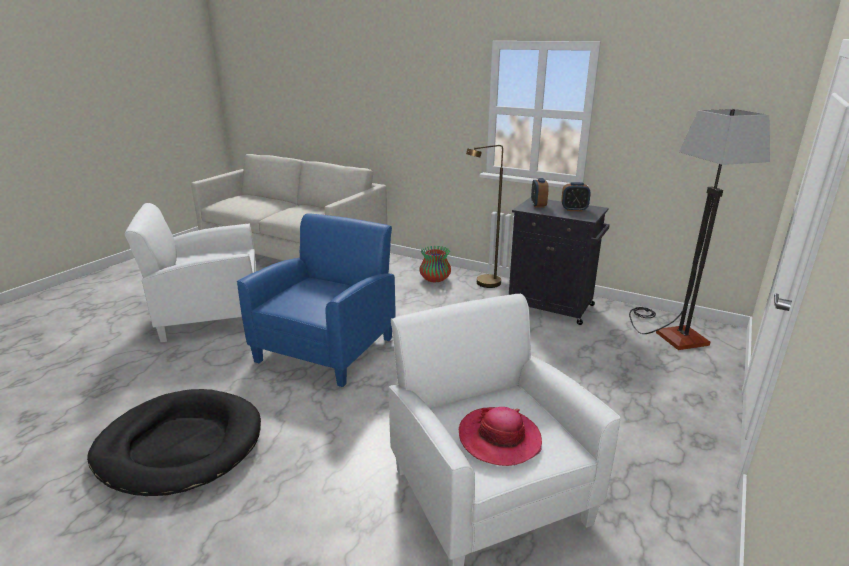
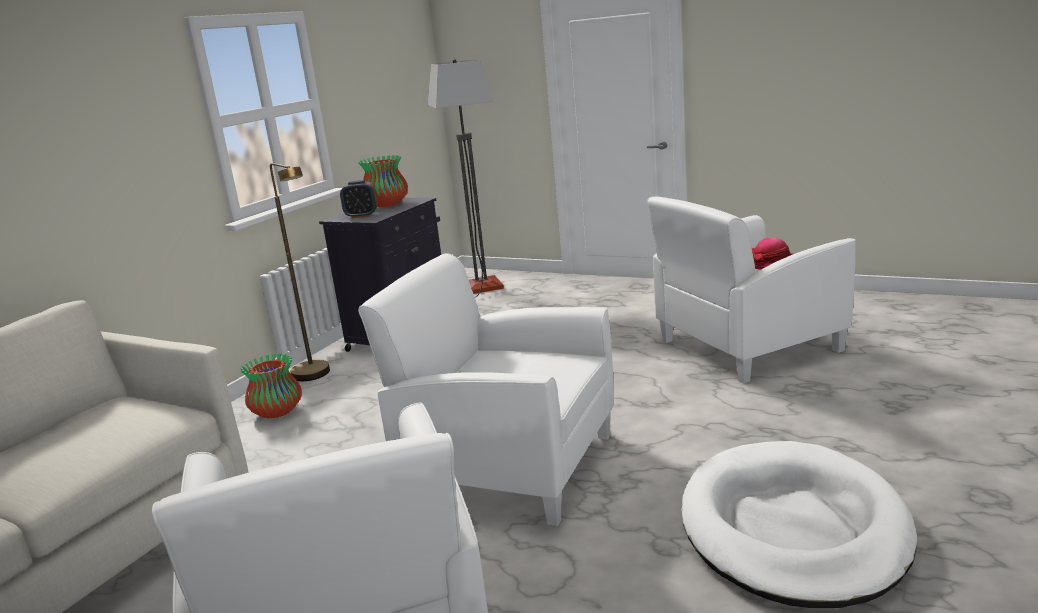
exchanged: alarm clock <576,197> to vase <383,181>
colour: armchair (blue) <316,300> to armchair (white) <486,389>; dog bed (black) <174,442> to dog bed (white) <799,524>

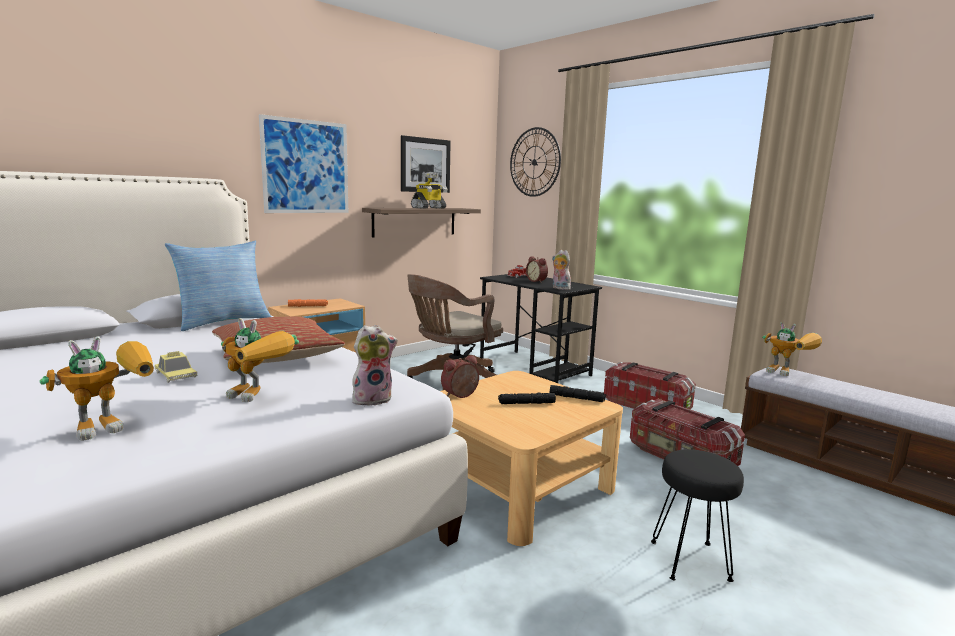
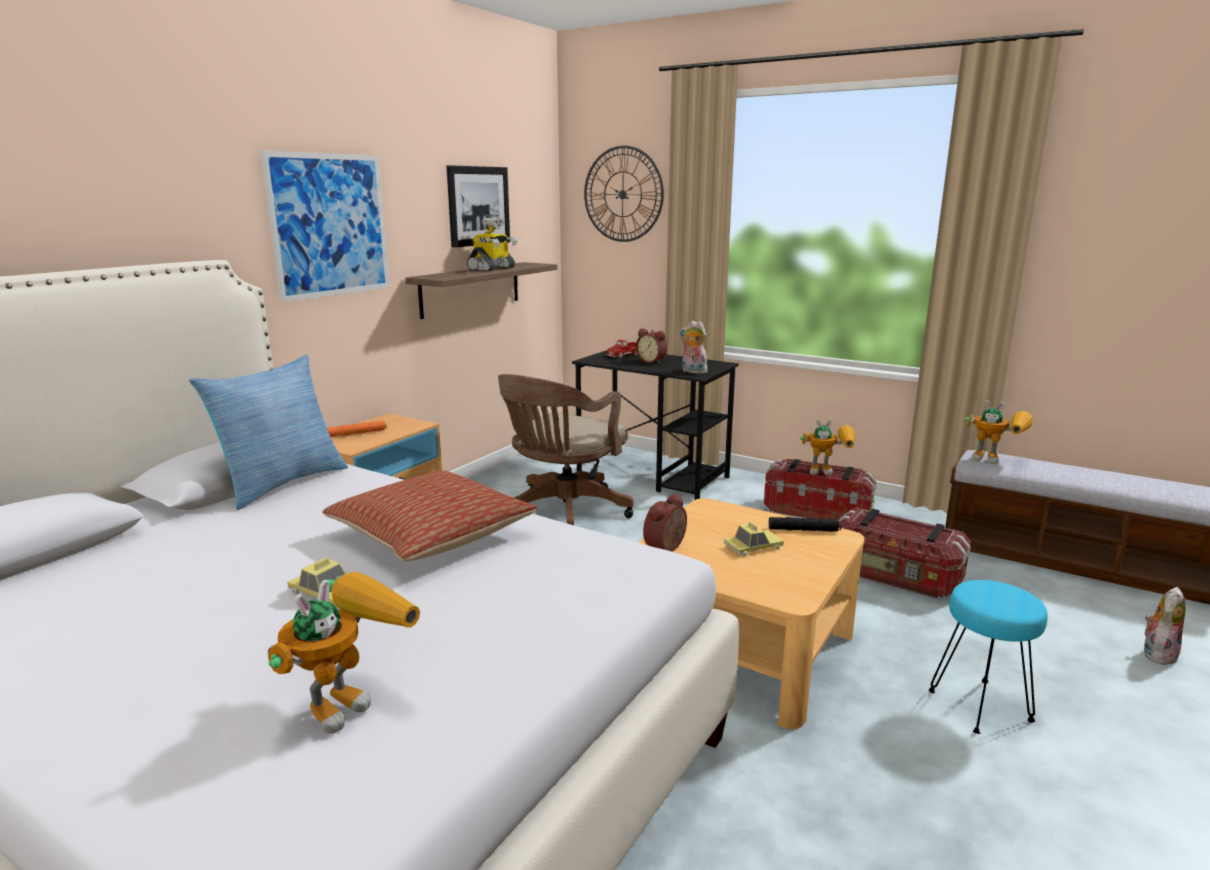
relocated: toy robot <260,360> to <827,447>; plush toy <375,366> to <1165,626>
exchanged: flashlight (black) <527,398> to toy car <754,539>
colour: stool (black) <697,515> to stool (turquoise) <988,657>

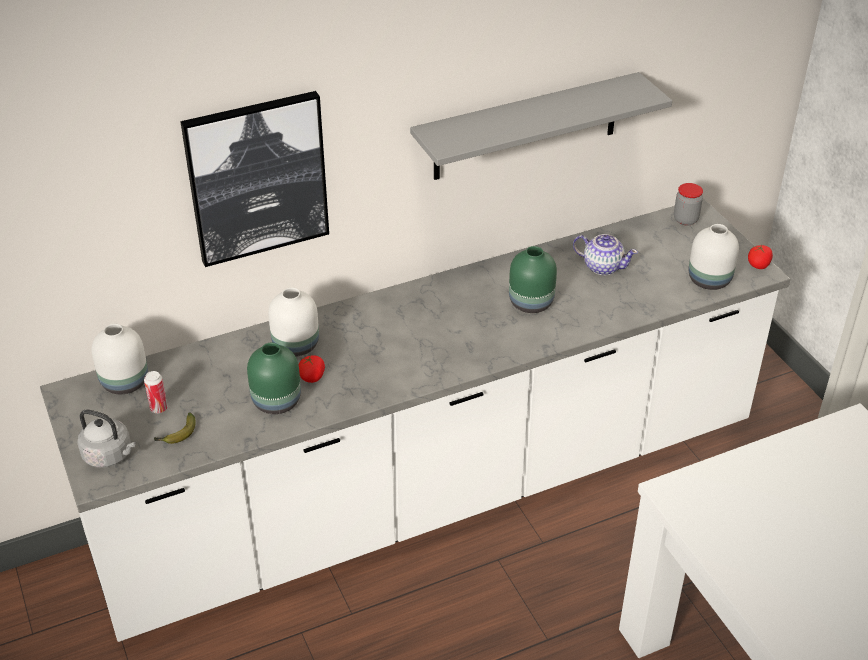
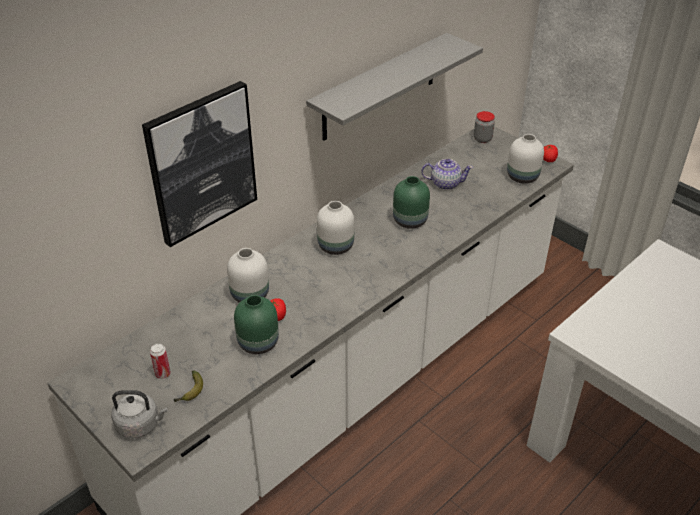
relocated: vase (white) <120,359> to <335,228>

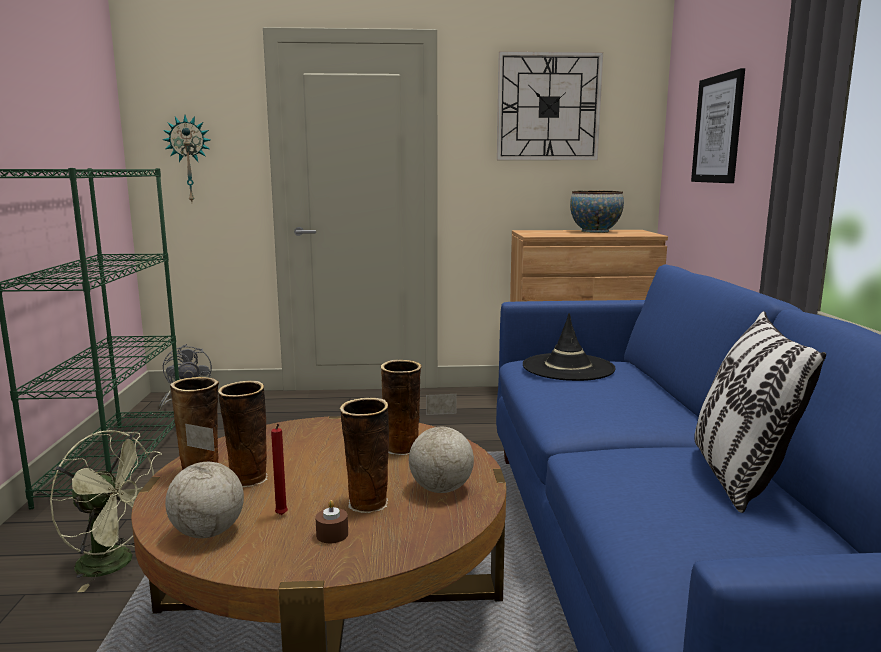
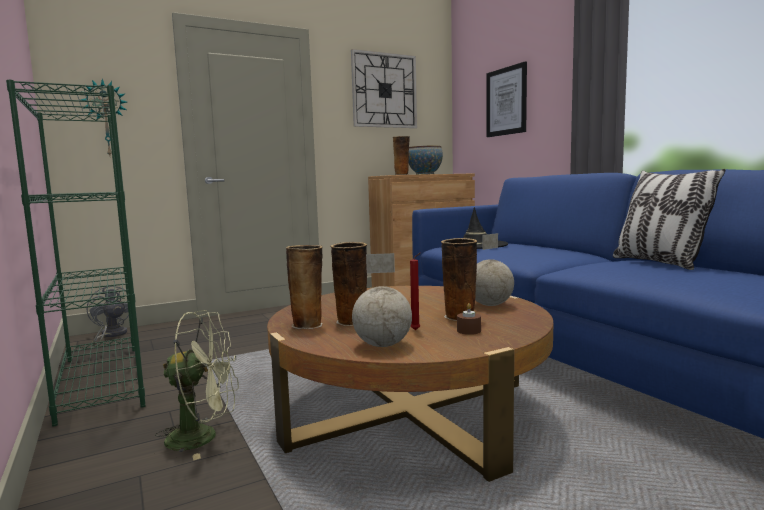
relocated: vase <401,407> to <401,155>

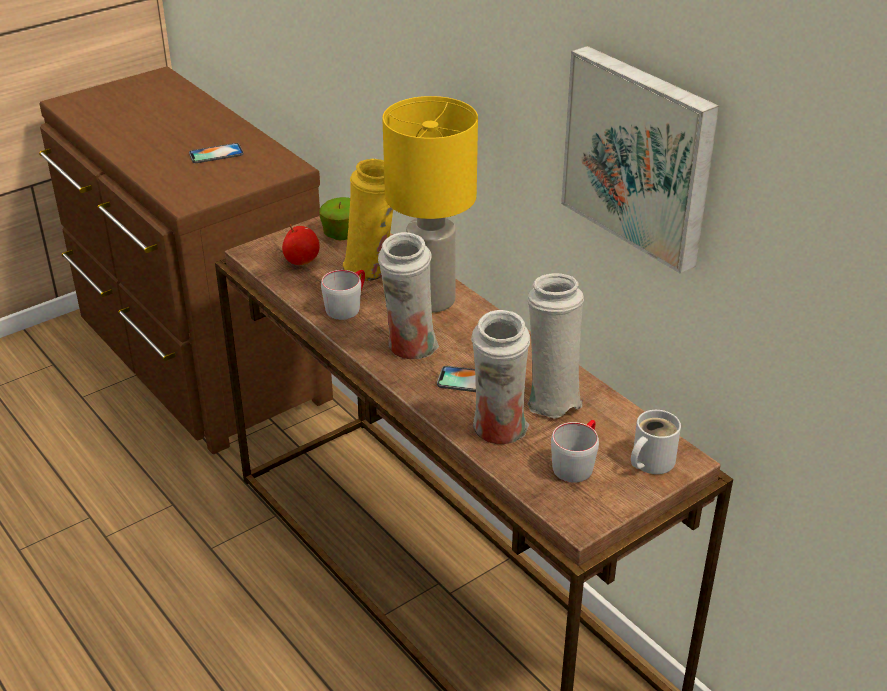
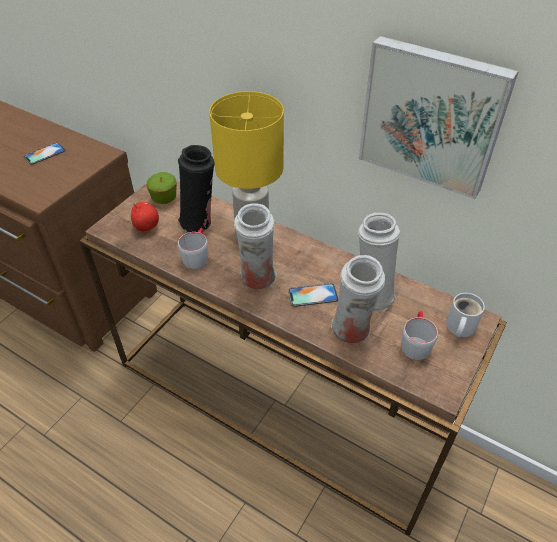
colour: vase (yellow) <368,220> to vase (black) <196,189>

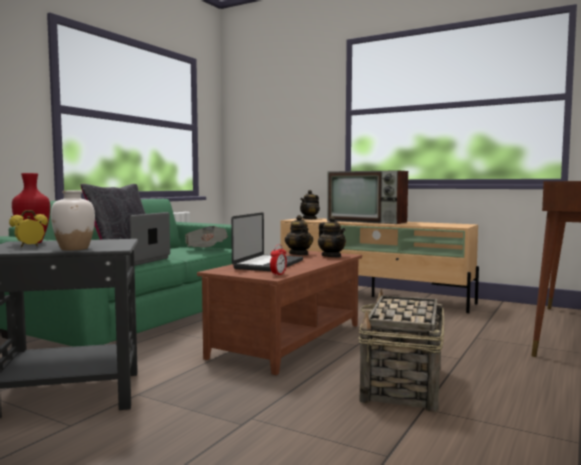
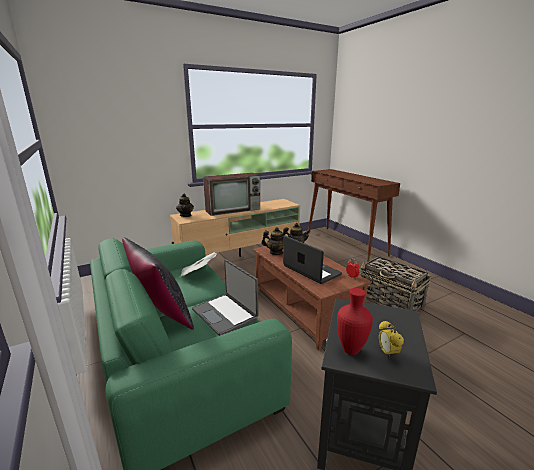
missing: vase (white) <73,220>

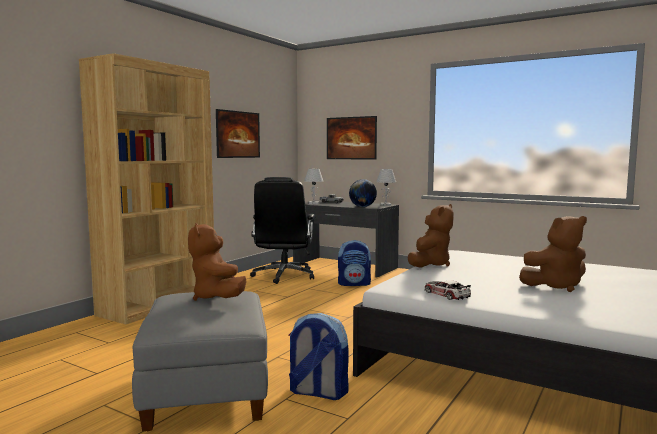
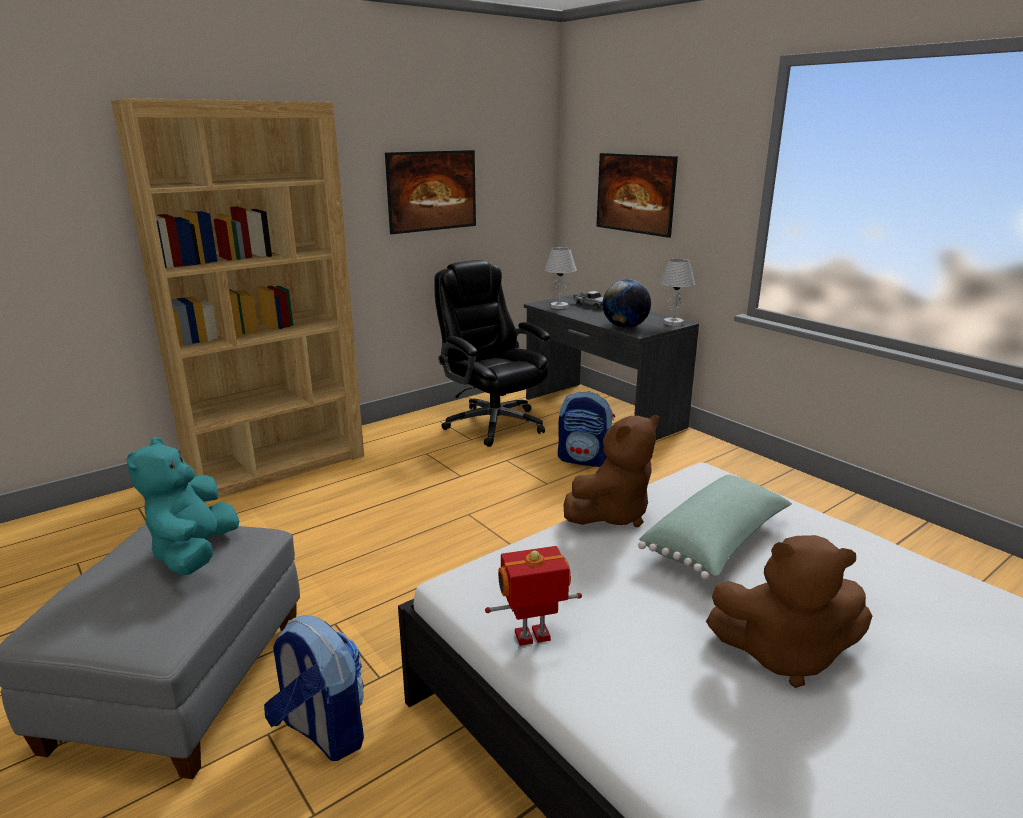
appeared: pillow (green) <715,527>
exchanged: toy car <447,290> to toy robot <533,596>
colour: plush toy (brown) <217,262> to plush toy (turquoise) <182,506>
spun: office chair (black) <283,230> = <492,353> 120 degrees clockwise

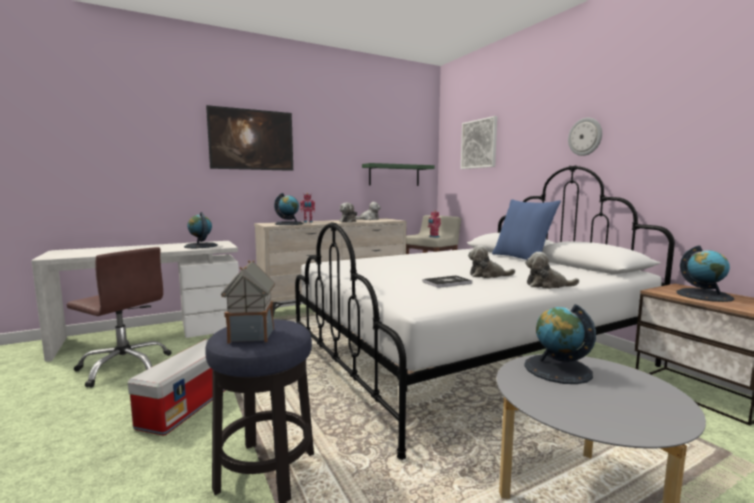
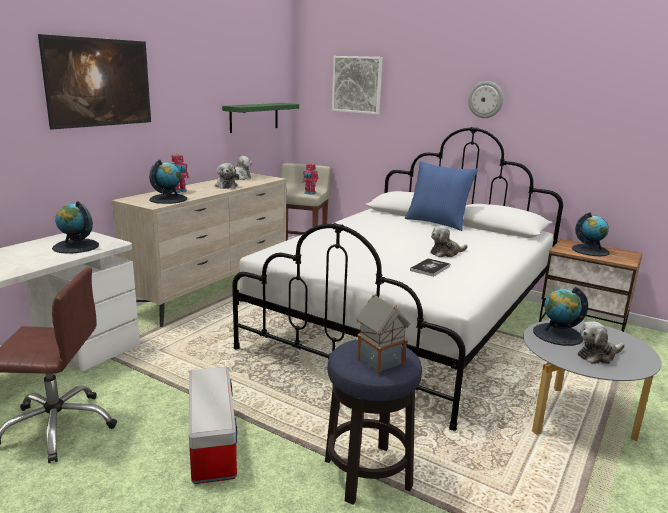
relocated: plush toy <552,270> to <601,342>

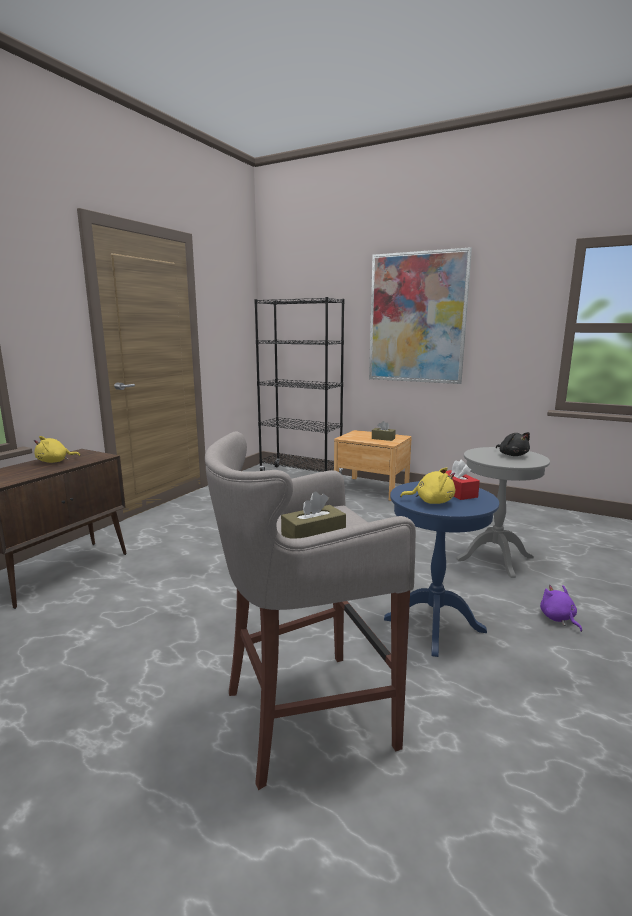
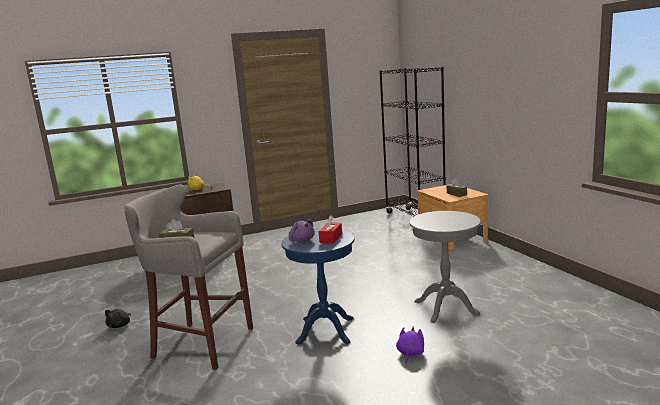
missing: picture <420,315>
relocated: plush toy (black) <513,444> to <118,318>
colour: plush toy (yellow) <427,485> to plush toy (purple) <302,230>

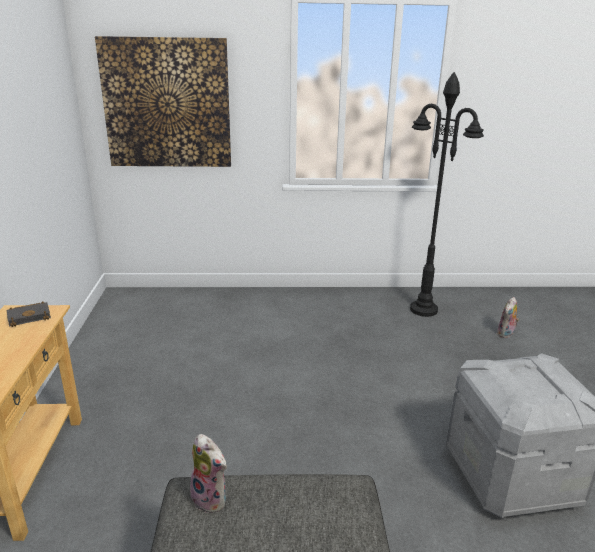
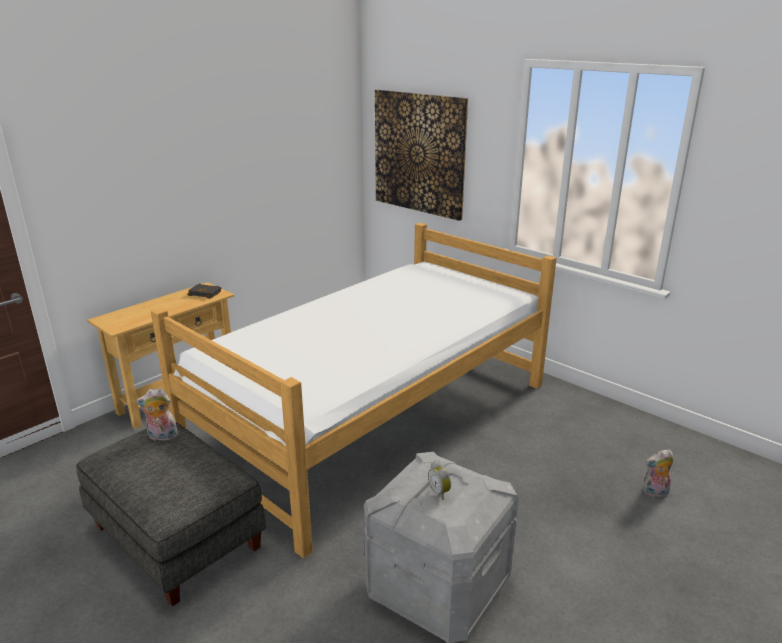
missing: floor lamp (black) <447,194>
appeared: bed <354,390>; alarm clock <439,480>
spun: plush toy <208,473> = <157,414> 90 degrees clockwise

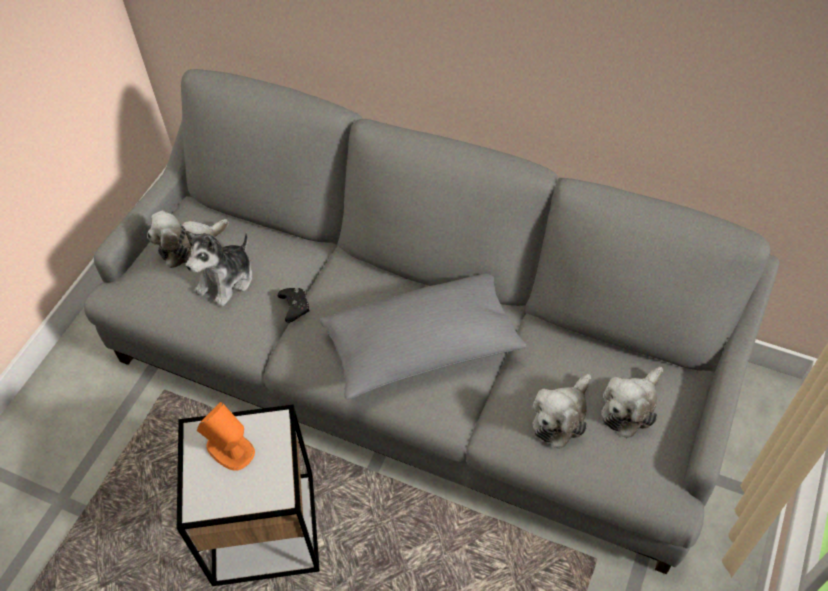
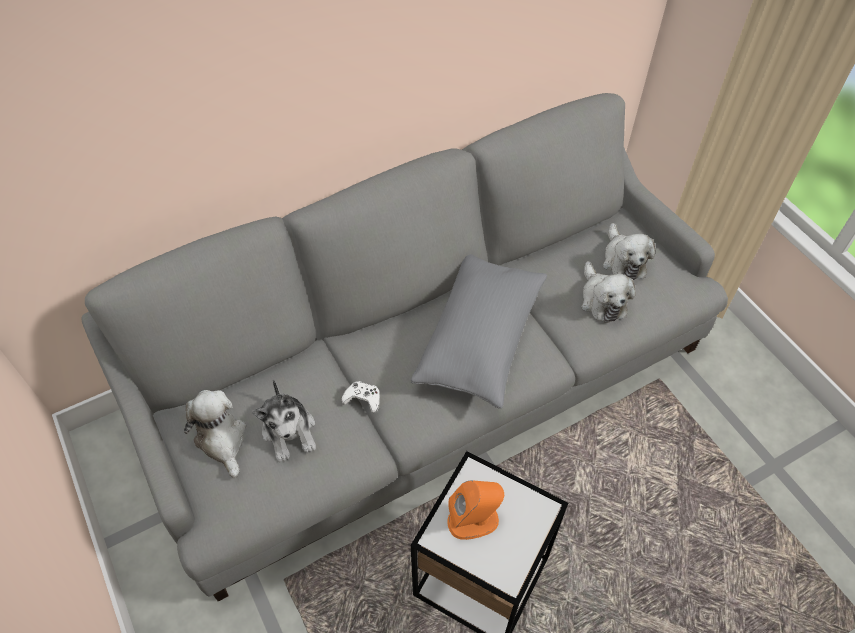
colour: game controller (black) <293,305> to game controller (white) <360,397>
spun: plush toy <188,239> = <215,434> 150 degrees clockwise

